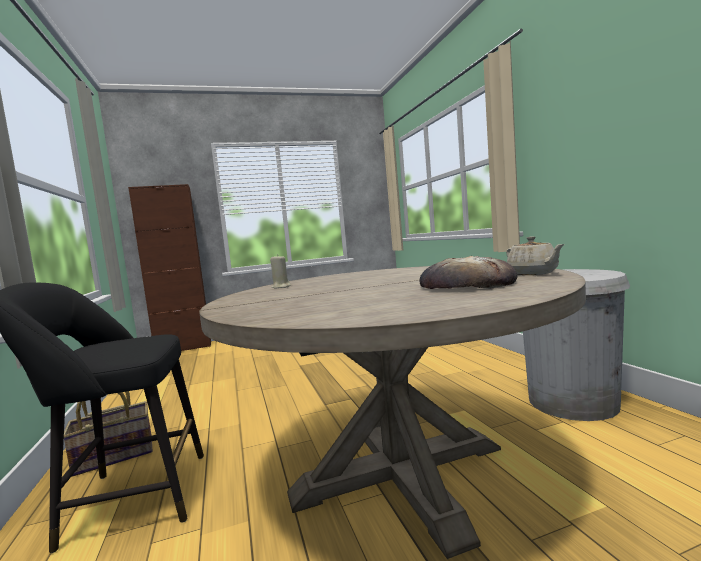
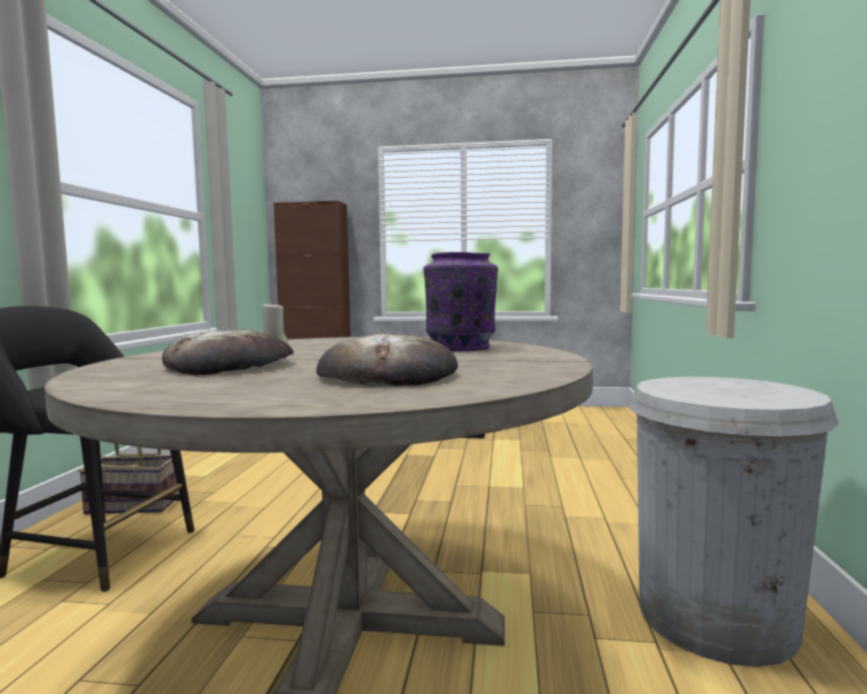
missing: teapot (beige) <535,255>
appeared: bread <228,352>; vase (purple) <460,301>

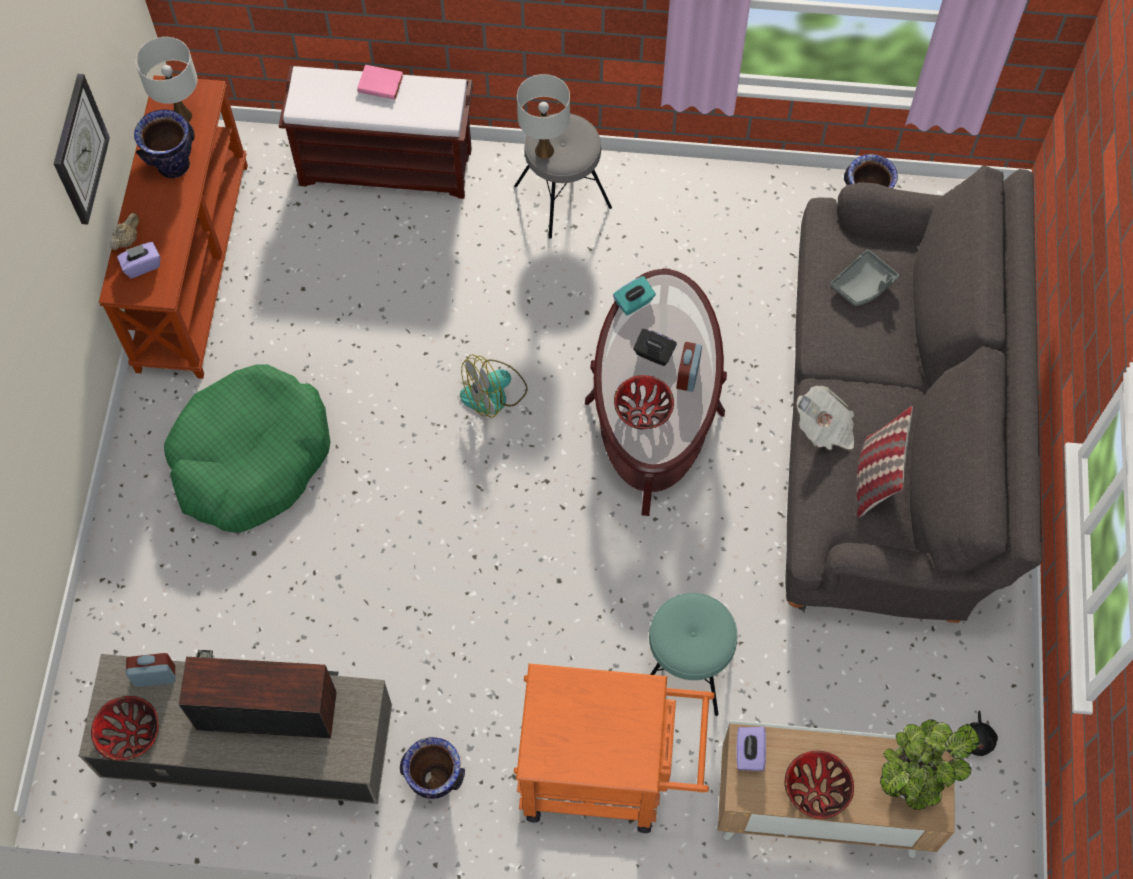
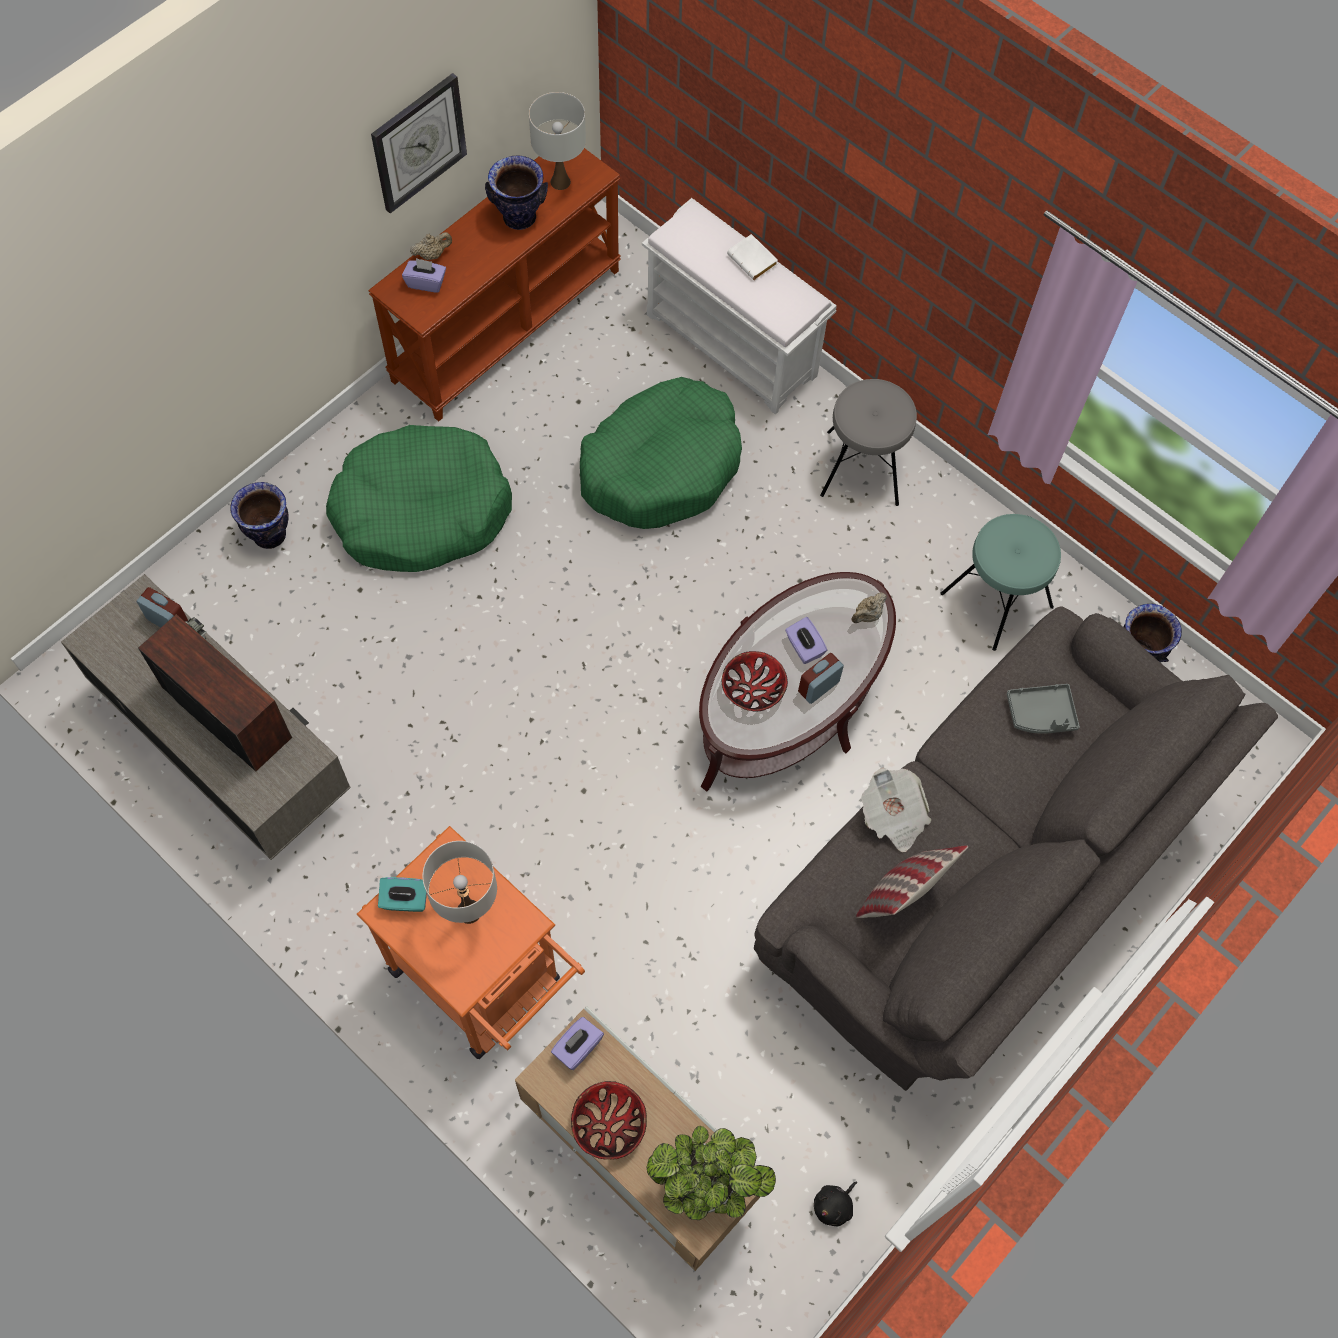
missing: bowl <125,728>; fan <494,385>
appeared: dog bed (green) <661,453>; teapot (beige) <869,608>
relocated: vase <432,768> to <260,515>; tissue box (turquoise) <634,296> to <402,894>; table lamp (white) <543,116> to <460,882>; stool (turquoise) <693,654> to <1000,582>
colour: bench (brown) <376,132> to bench (white) <739,306>; book (pink) <380,82> to book (white) <752,257>; tissue box (black) <655,347> to tissue box (purple) <806,640>

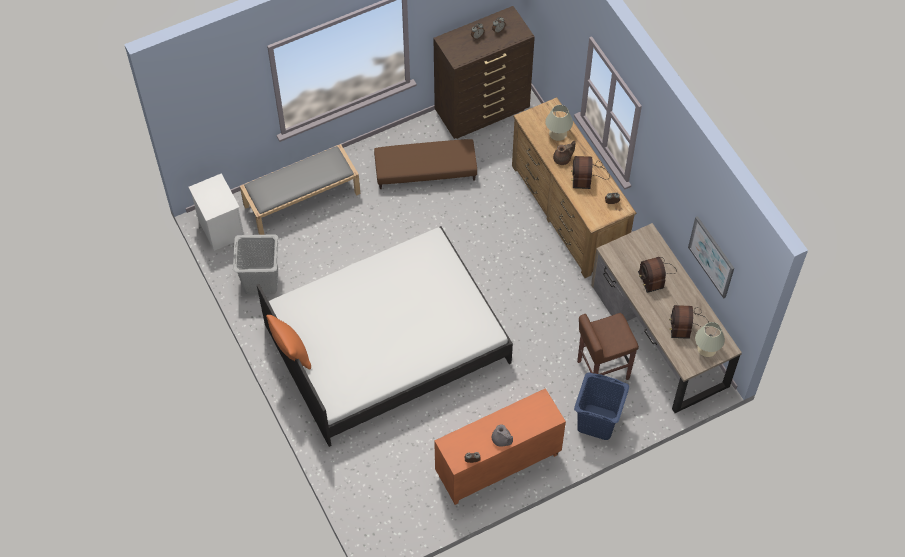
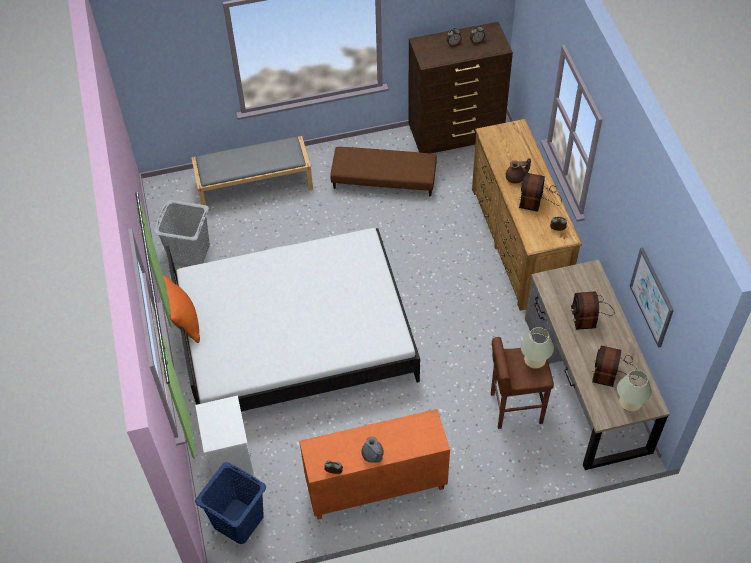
relocated: nightstand (white) <216,212> to <224,435>; laundry basket (blue) <601,406> to <230,503>; table lamp (beige) <559,123> to <537,348>

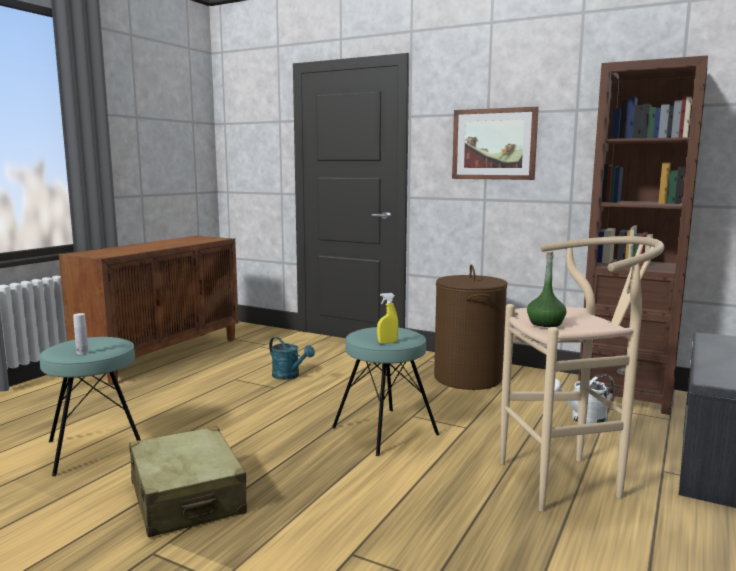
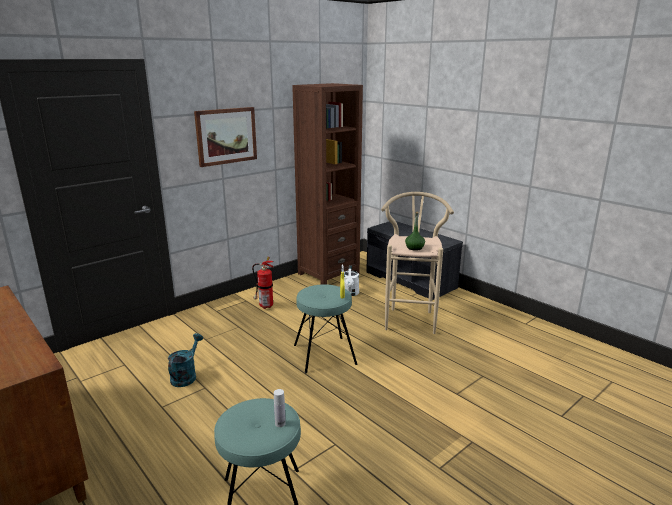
missing: suitcase (beige) <188,481>
exchanged: laundry basket (brown) <471,327> to fire extinguisher <263,283>
spun: watering can (turquoise) <292,358> = <185,360> 45 degrees counterclockwise

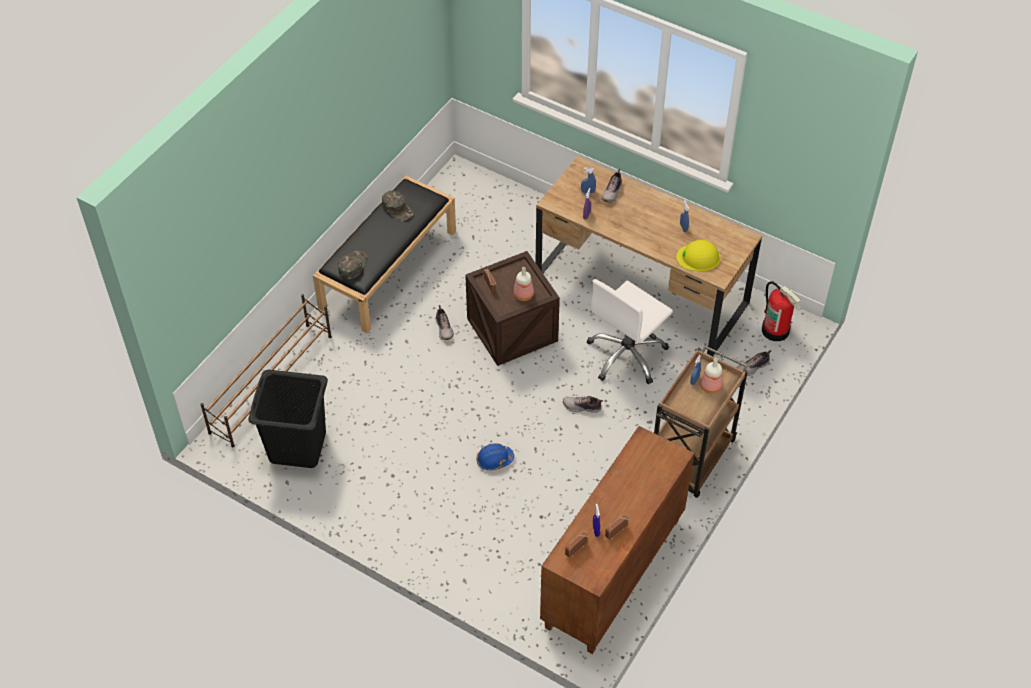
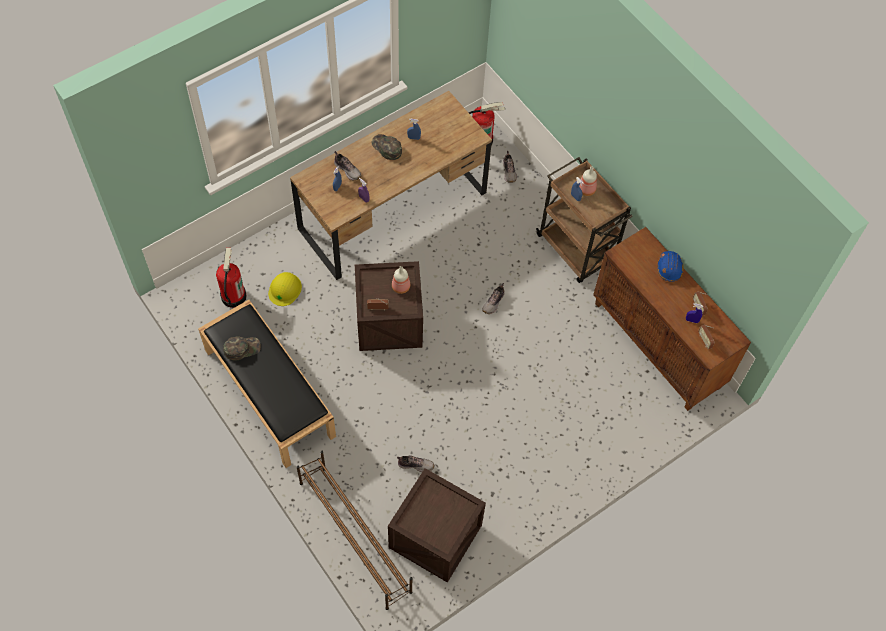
missing: office chair (white) <630,331>
appeared: fire extinguisher <231,278>
relocated: hard hat (yellow) <698,255> to <285,289>; cap (green) <353,265> to <387,147>; shoe <445,322> to <415,463>; hard hat (blue) <495,457> to <670,266>
exchanged: laundry basket (black) <288,419> to crate <437,525>

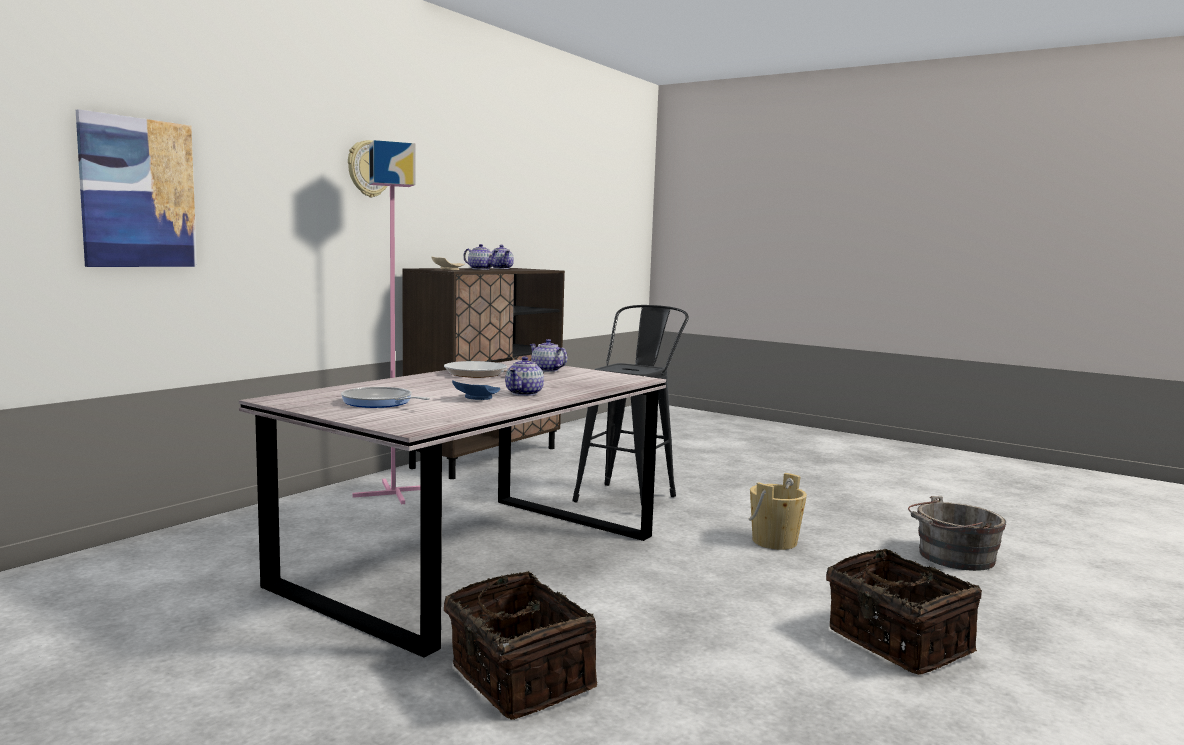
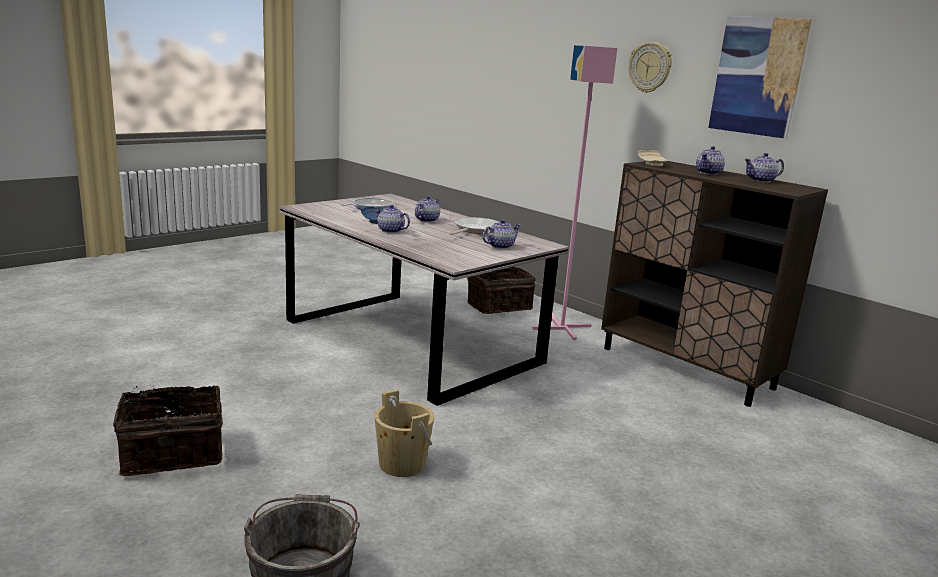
missing: stool (black) <630,405>
appeared: teapot <427,209>
relocated: basket <520,645> to <501,290>; picture <136,188> to <760,77>

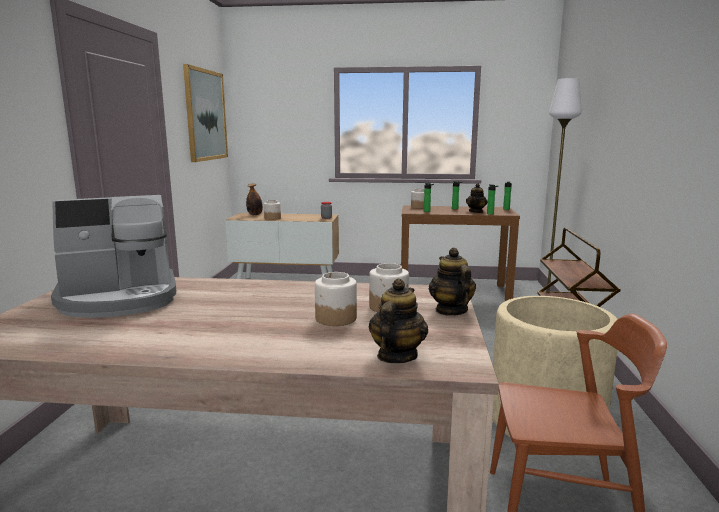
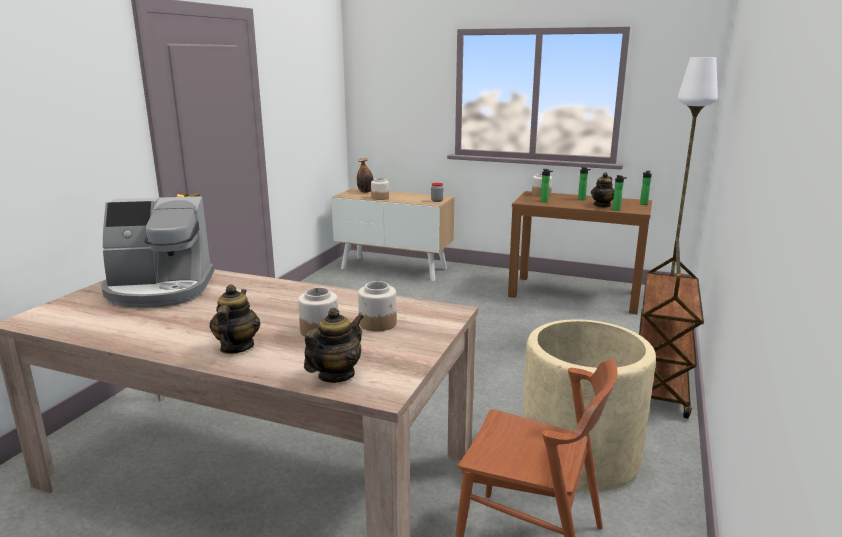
missing: picture <205,113>
relocated: teapot <452,282> to <235,319>

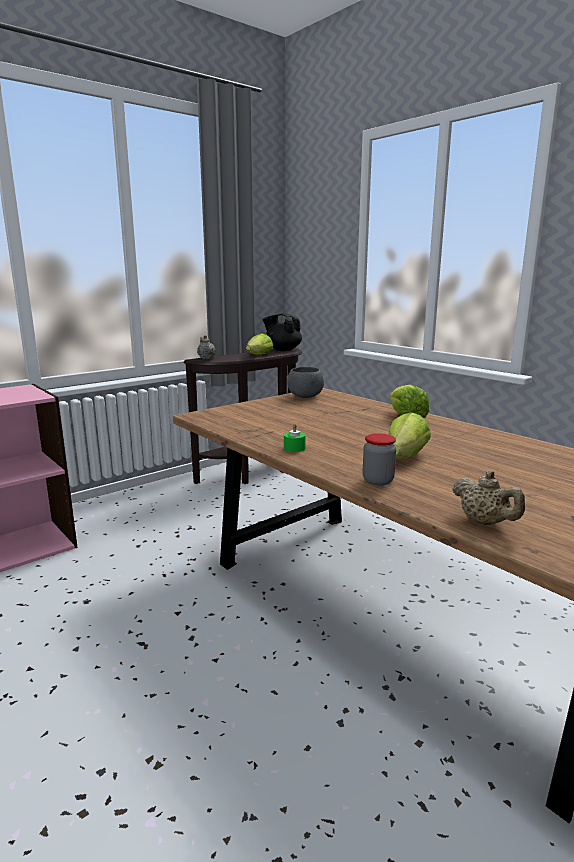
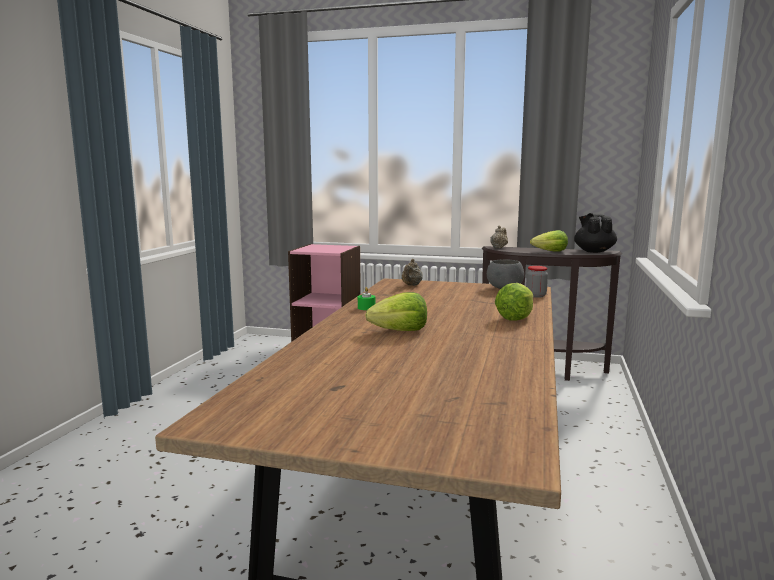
relocated: teapot (beige) <488,497> to <412,272>; jar <379,459> to <537,282>

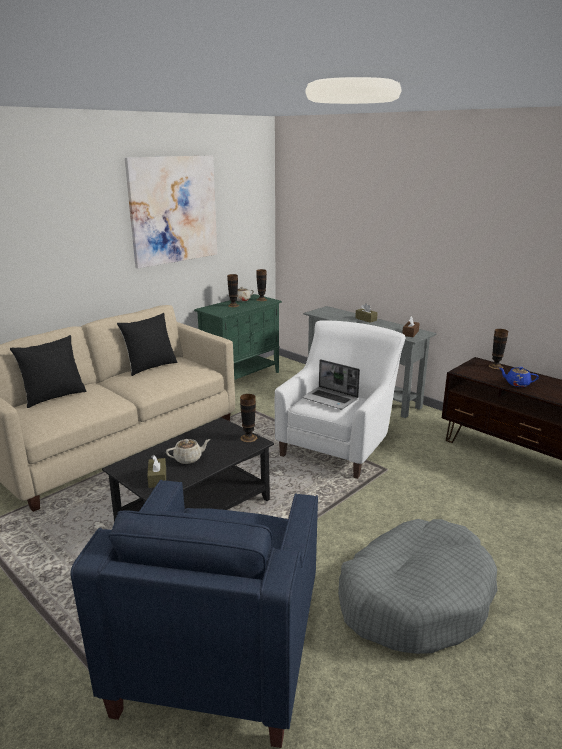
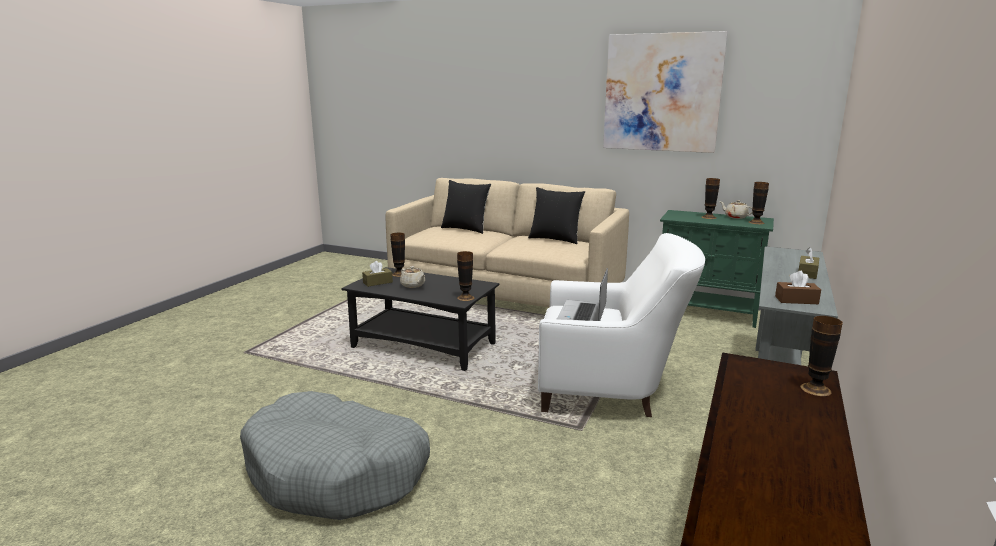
missing: armchair (blue) <194,614>; teapot (blue) <519,377>
appeared: vase <397,255>

